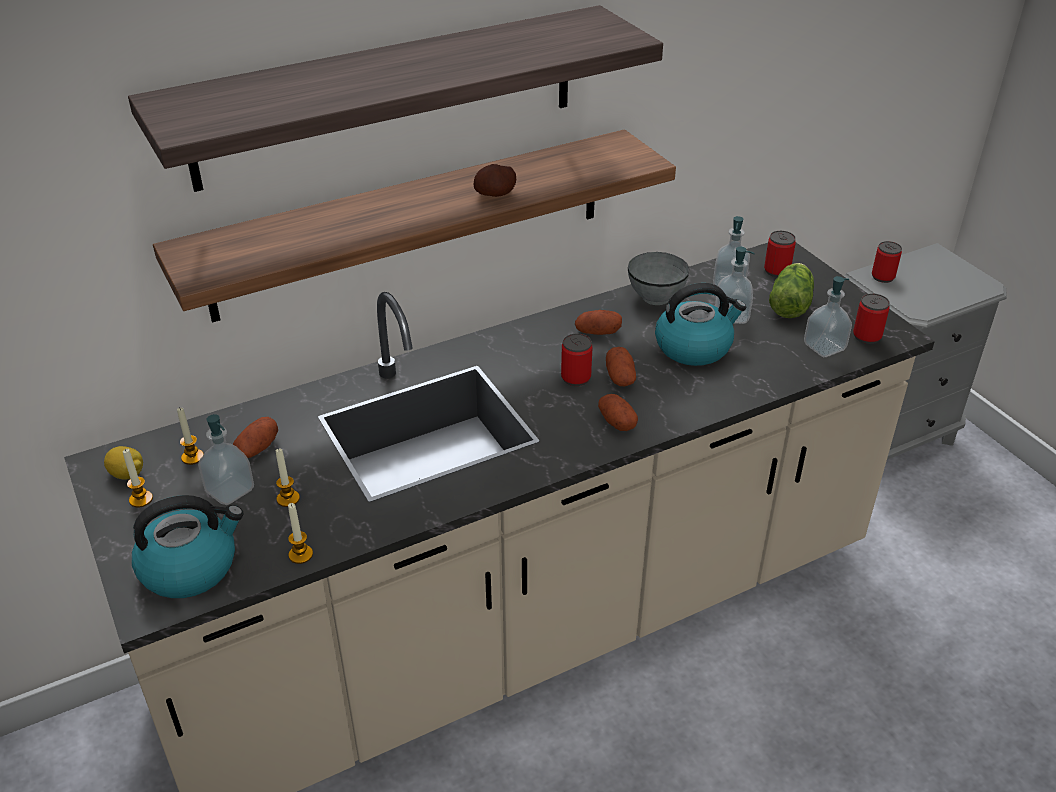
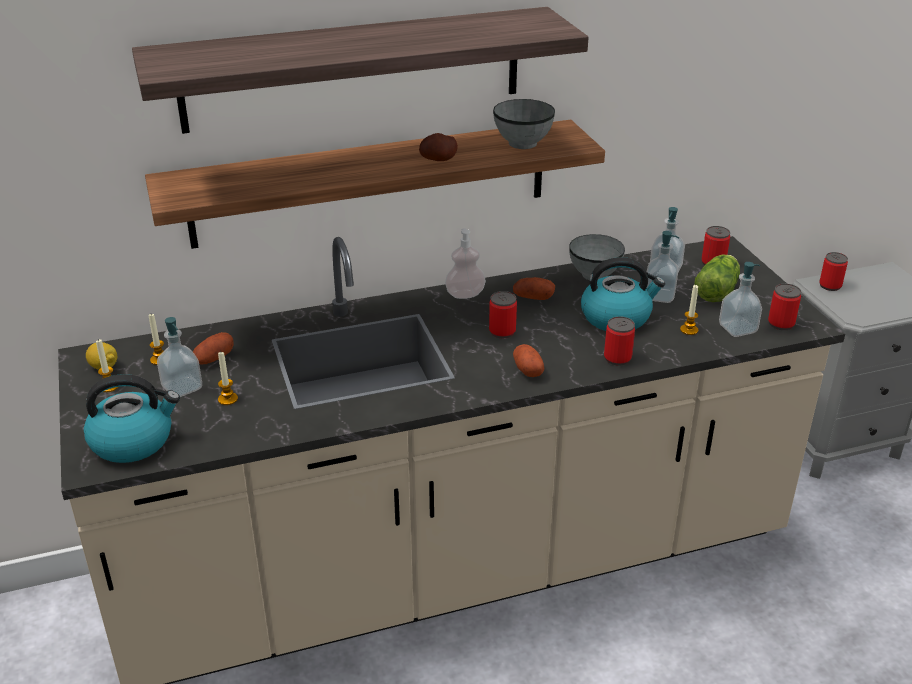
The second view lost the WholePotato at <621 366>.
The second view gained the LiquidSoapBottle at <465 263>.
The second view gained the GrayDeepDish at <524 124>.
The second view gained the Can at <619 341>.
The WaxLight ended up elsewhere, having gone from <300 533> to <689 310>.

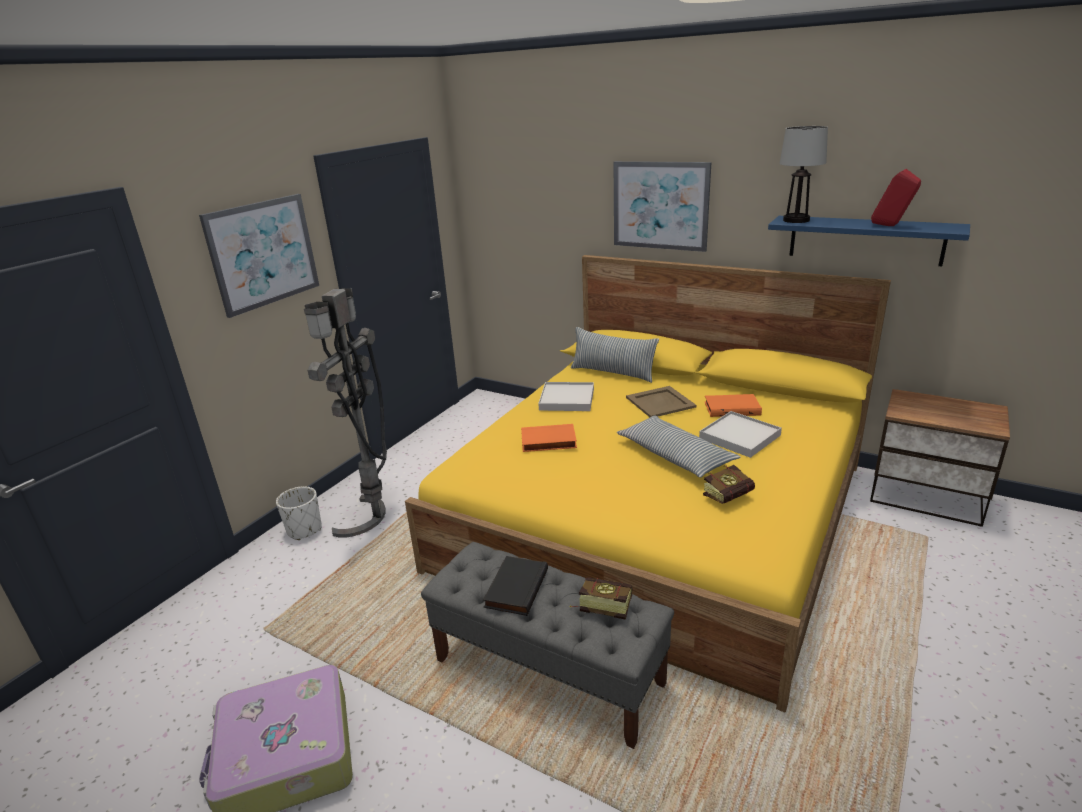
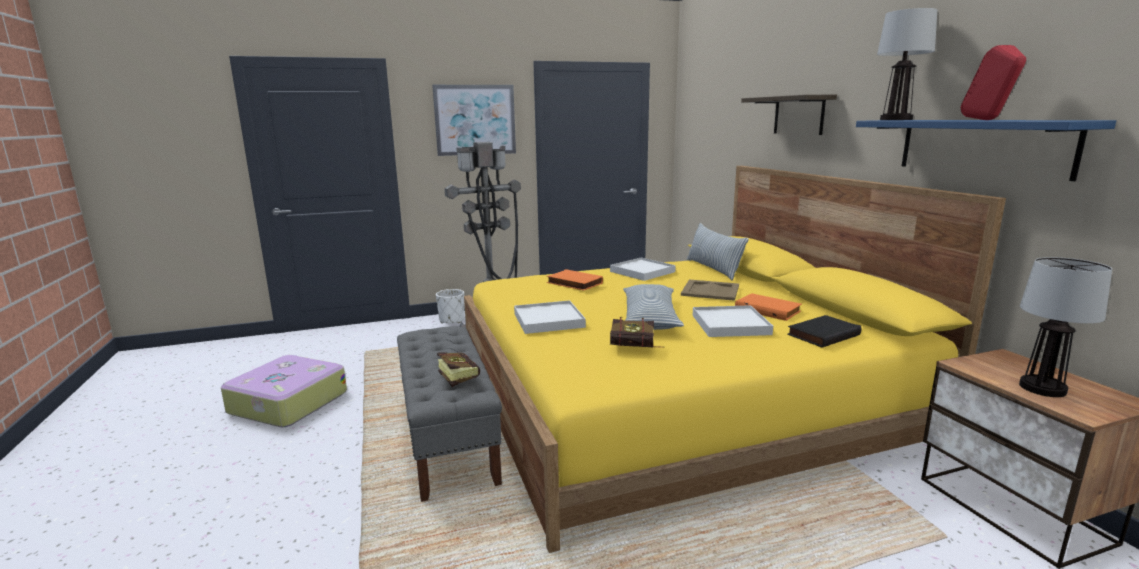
The second view gained the WhiteColouredServingTray at <550 317>.
The second view gained the LampForATable at <1065 327>.
The BlackVolume ended up elsewhere, having gone from <515 586> to <824 331>.
Where the Picture hung at <662 206>, the WallShelf came to hang at <789 115>.

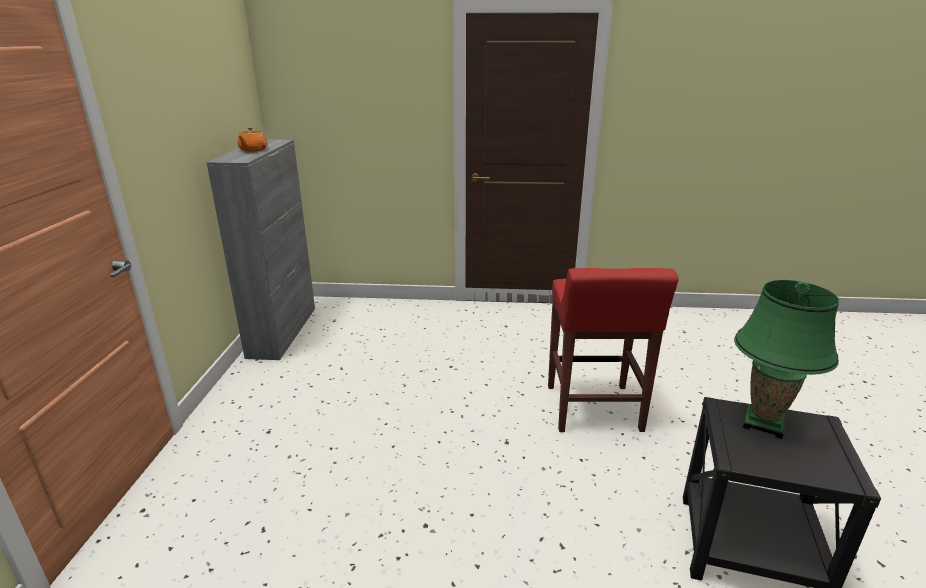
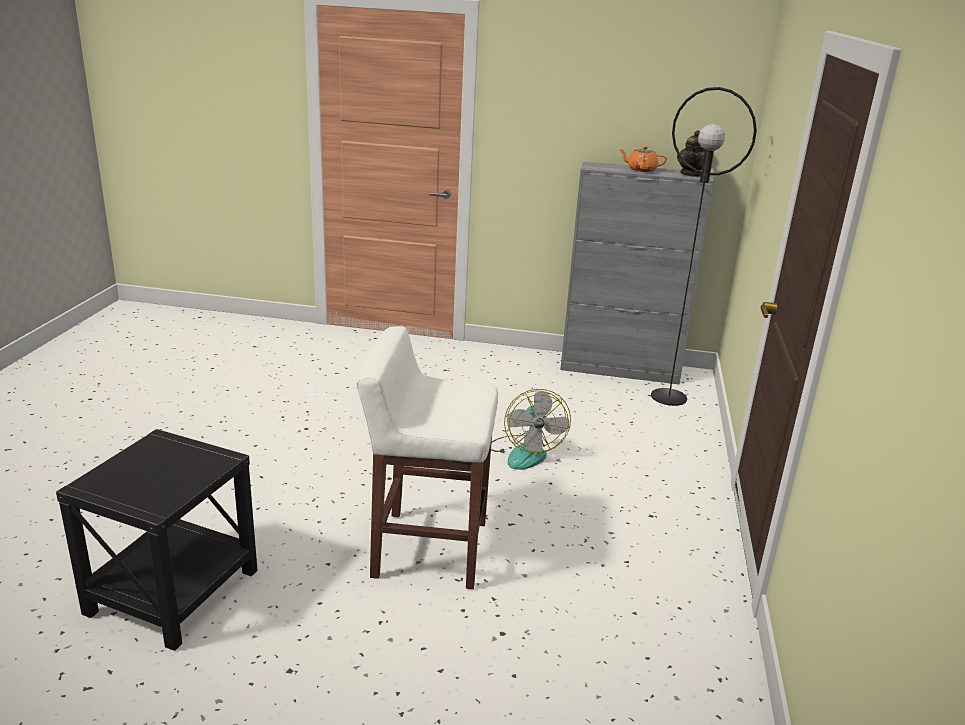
The second view lost the GreenLampForATable at <786 359>.
The second view gained the Fan at <531 429>.
The second view gained the BlackStandingLamp at <704 246>.
The second view gained the TeaPot at <691 153>.
What was the ReddishStool at <613 350> turned into the WhiteColouredStool at <427 457>.

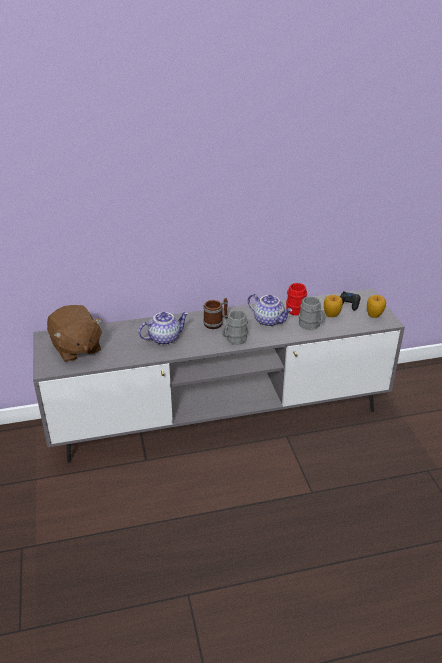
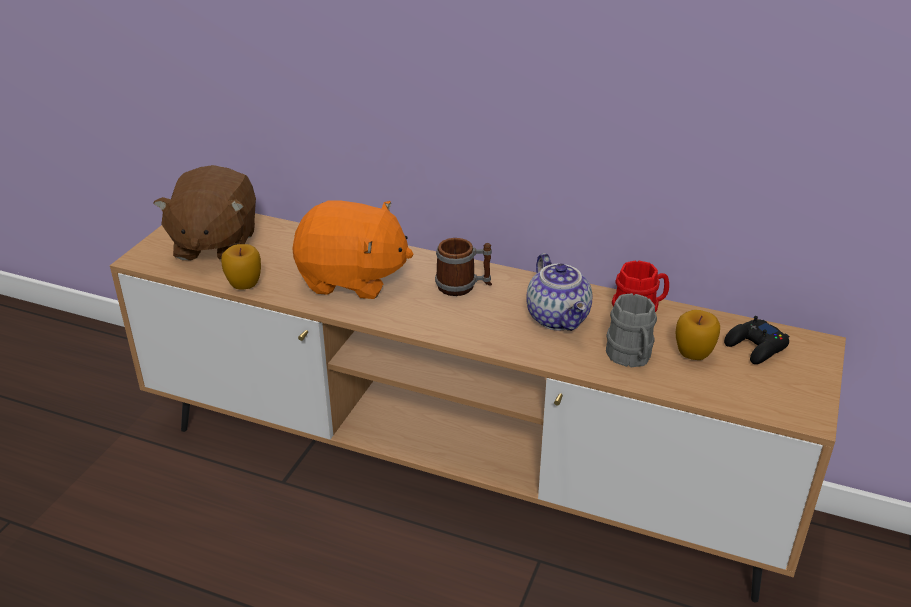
The second view lost the GrayCoffeeMug at <235 327>.
The Apple ended up elsewhere, having gone from <376 306> to <241 266>.
Where the TeaPot stood at <163 328>, the OrangeCuddlyToy came to stand at <352 249>.
What was the GrayMediaConsole at <219 376> turned into the BrownishMediaConsole at <478 407>.

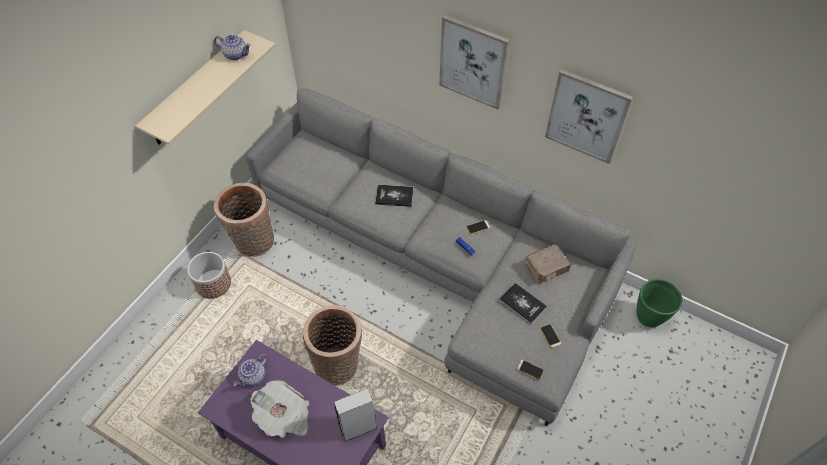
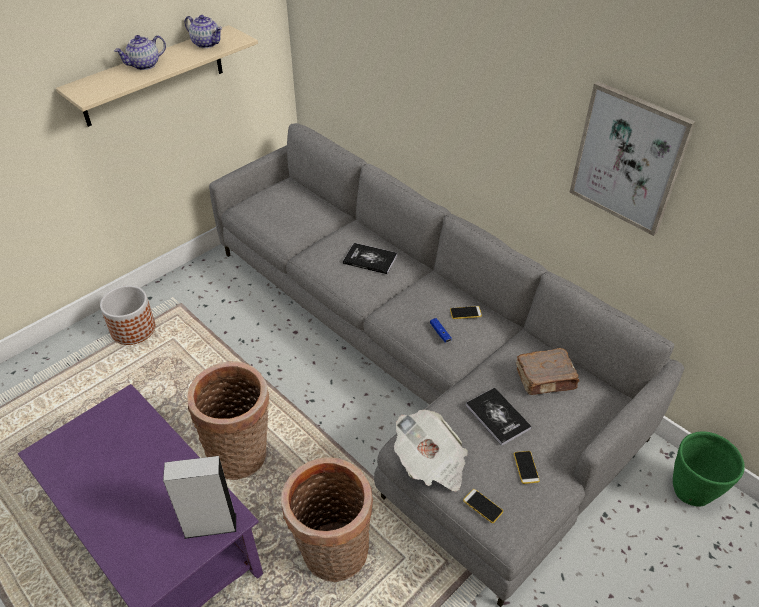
The second view lost the Picture at <474 62>.
The Basket ended up elsewhere, having gone from <244 220> to <327 519>.
The TeaPot ended up elsewhere, having gone from <250 370> to <140 52>.
The DailyPaper ended up elsewhere, having gone from <279 409> to <431 451>.

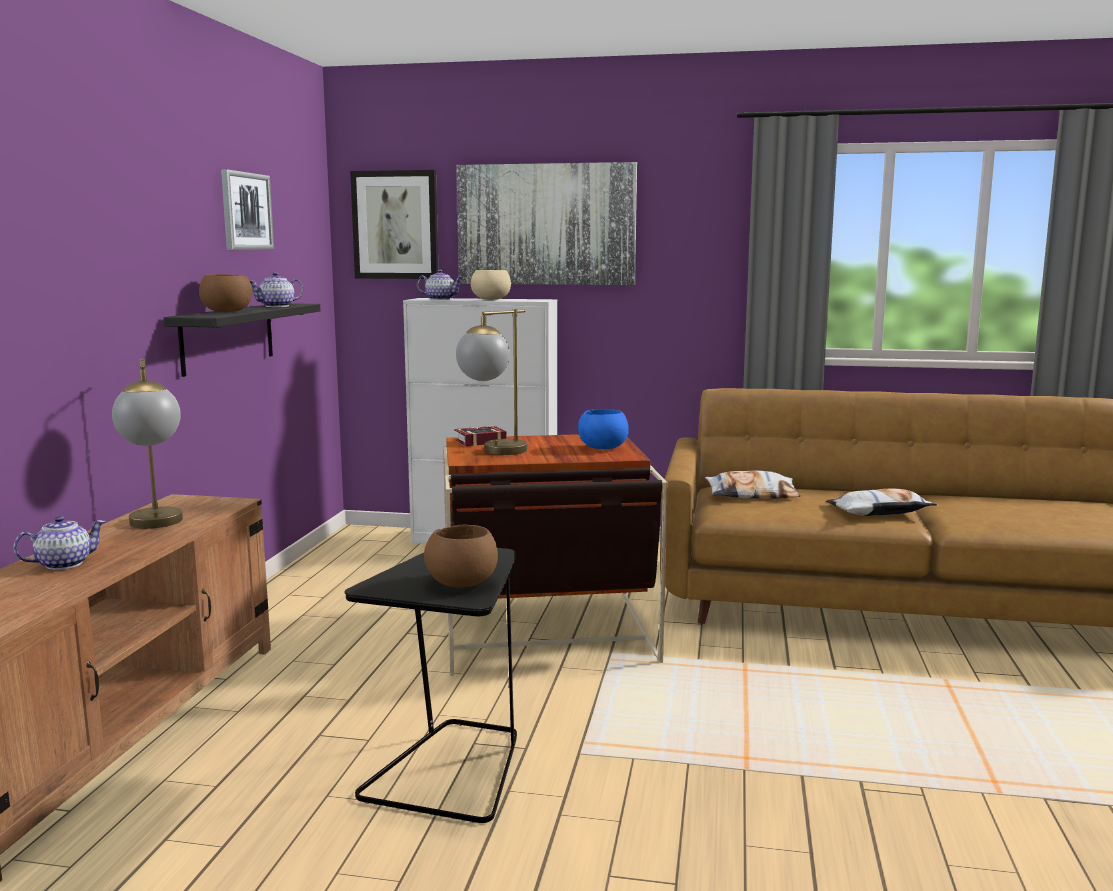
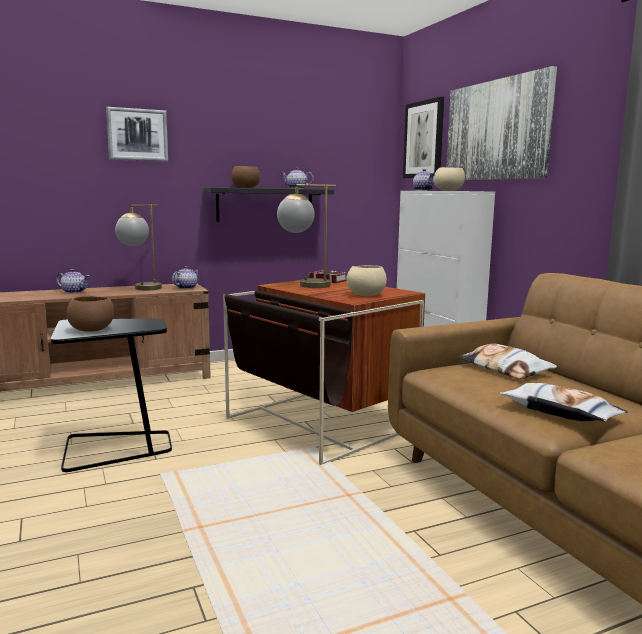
The second view gained the TeaPot at <185 277>.
The Picture ended up elsewhere, having gone from <247 209> to <137 134>.
What was the BlueDeepDish at <603 429> turned into the BeigeColouredDeepDish at <366 280>.

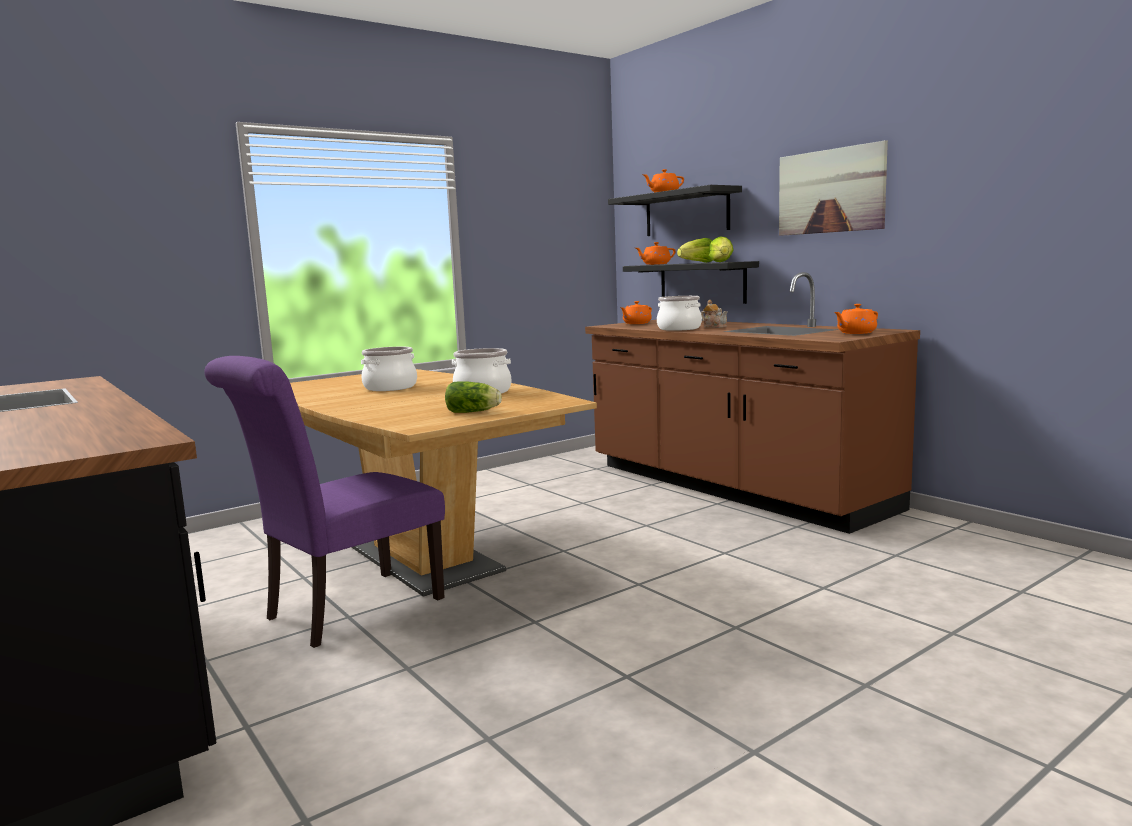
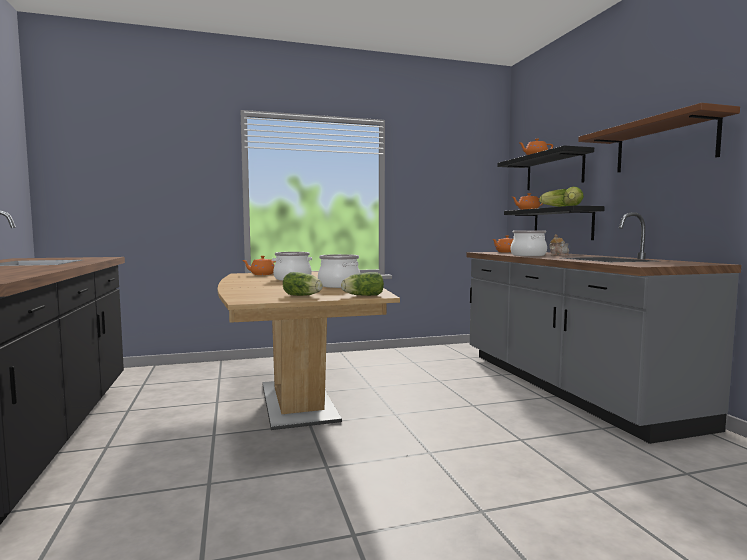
The second view lost the PurpleColouredPlainChair at <324 502>.
The second view gained the HeadOfLettuce at <362 284>.
The OrangeTeaPot ended up elsewhere, having gone from <856 319> to <259 265>.
Where the Picture hung at <833 188>, the BrownishWallShelf came to hang at <659 138>.
What was the BrownishCounter at <752 403> turned into the GrayCounter at <604 328>.

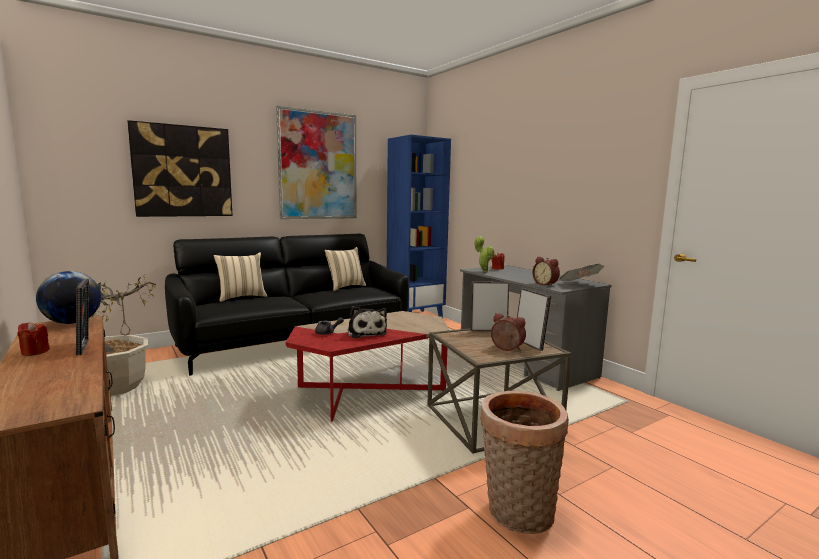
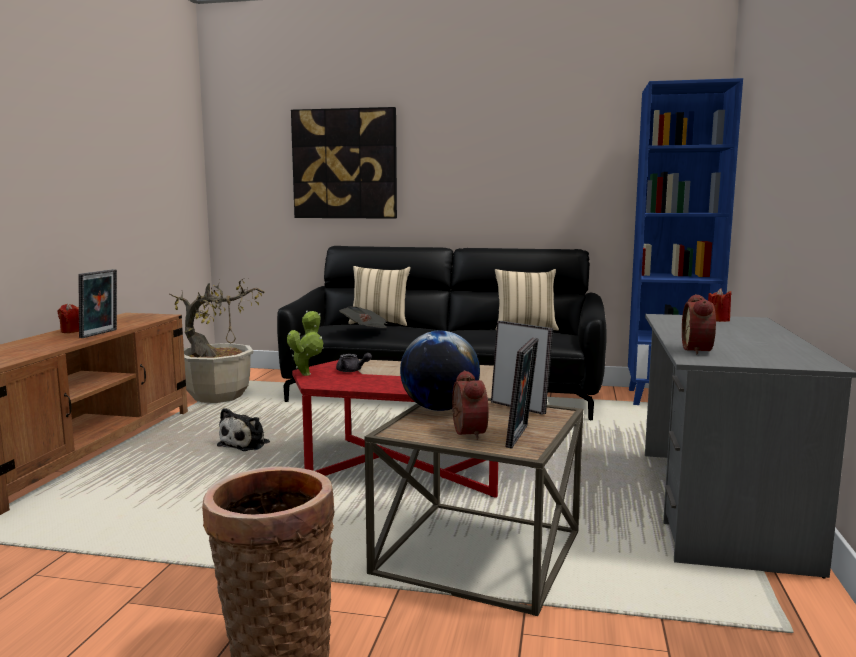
The second view lost the Picture at <316 162>.
The DeskGlobe ended up elsewhere, having gone from <68 297> to <440 370>.
The CuddlyToy ended up elsewhere, having gone from <367 322> to <243 429>.
The PottedPlant ended up elsewhere, having gone from <485 254> to <305 343>.
The DailyPaper ended up elsewhere, having gone from <581 272> to <363 317>.

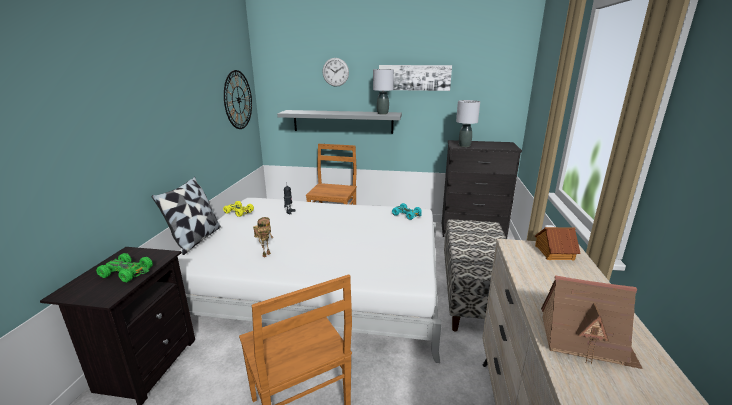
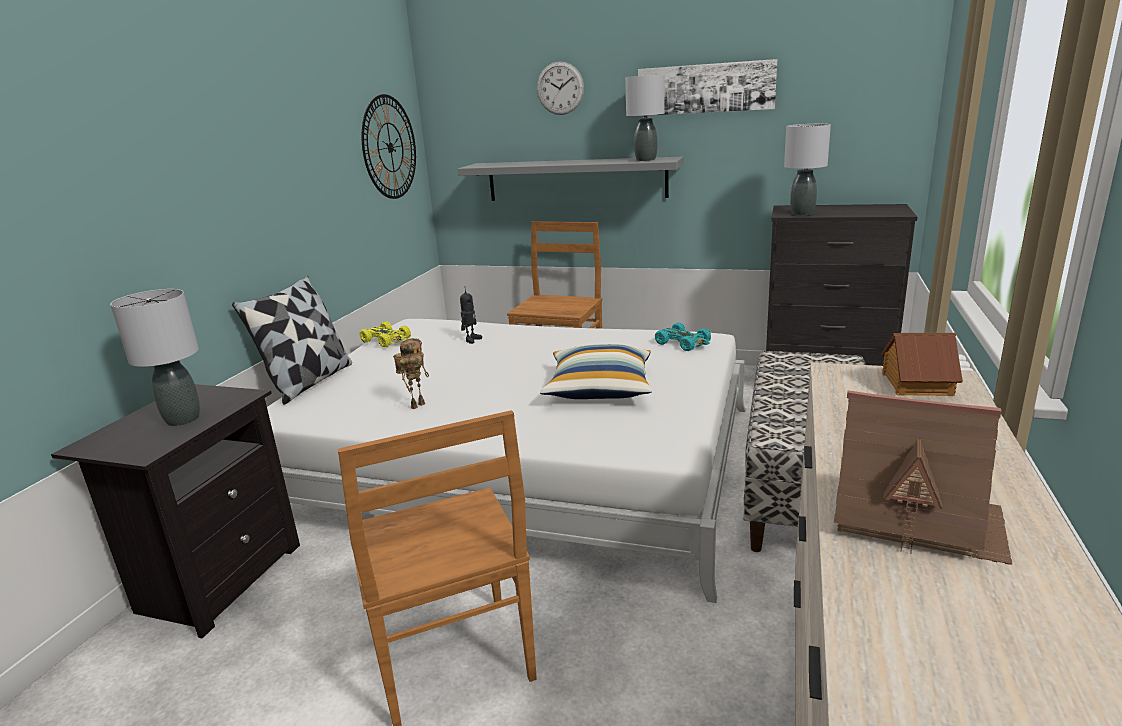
The second view gained the Cushion at <596 371>.
Where the GreenModelCar stood at <124 267>, the GrayLampForATable came to stand at <155 357>.

